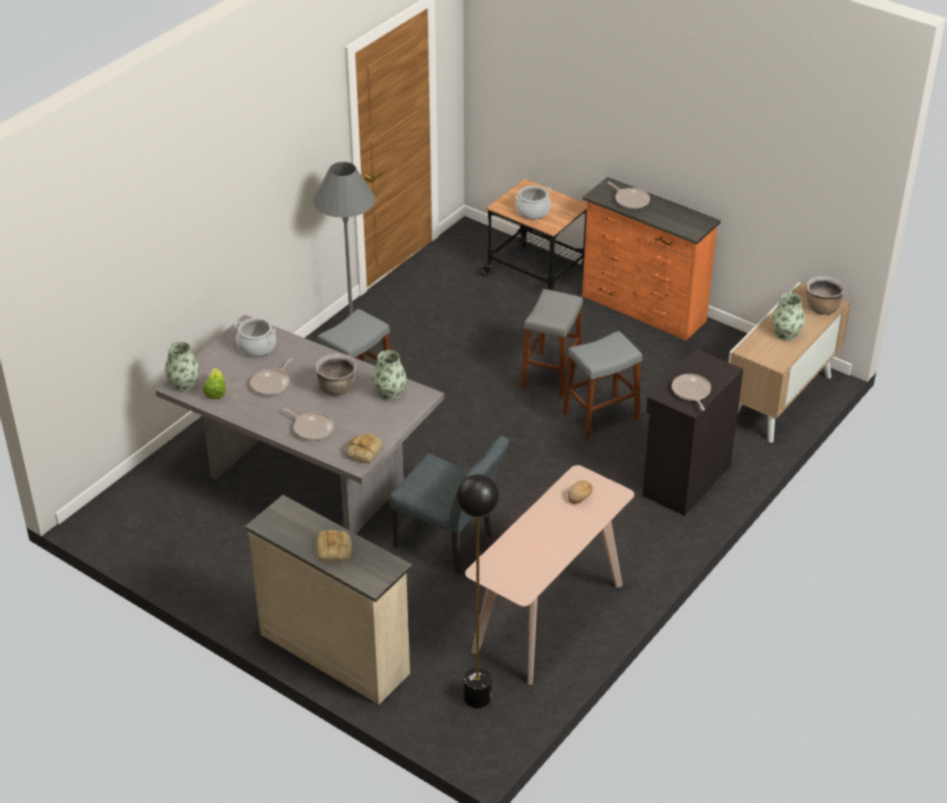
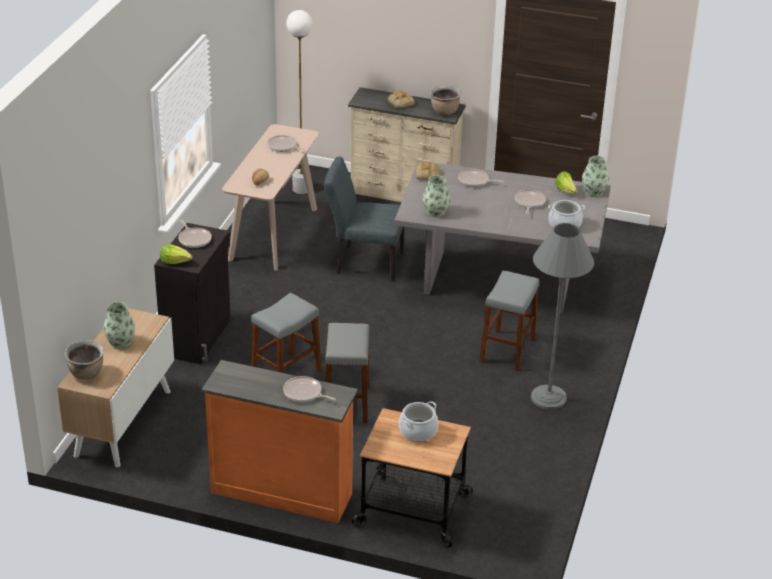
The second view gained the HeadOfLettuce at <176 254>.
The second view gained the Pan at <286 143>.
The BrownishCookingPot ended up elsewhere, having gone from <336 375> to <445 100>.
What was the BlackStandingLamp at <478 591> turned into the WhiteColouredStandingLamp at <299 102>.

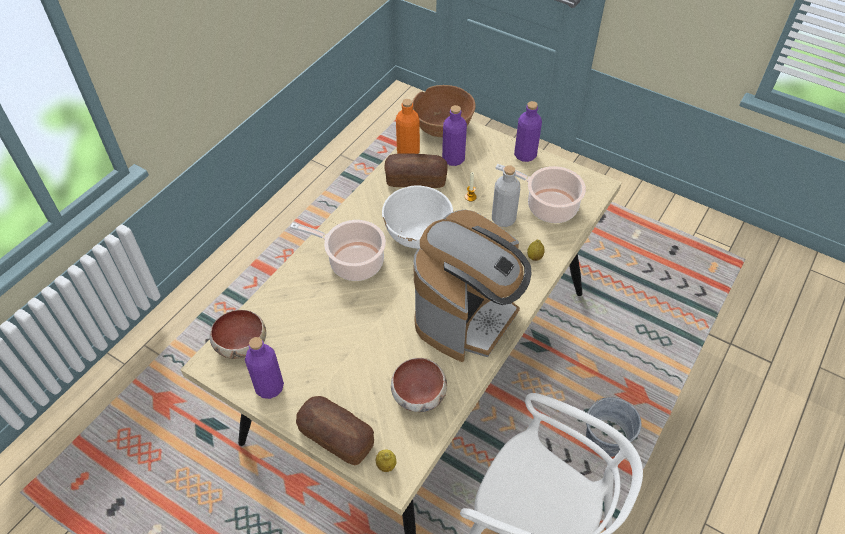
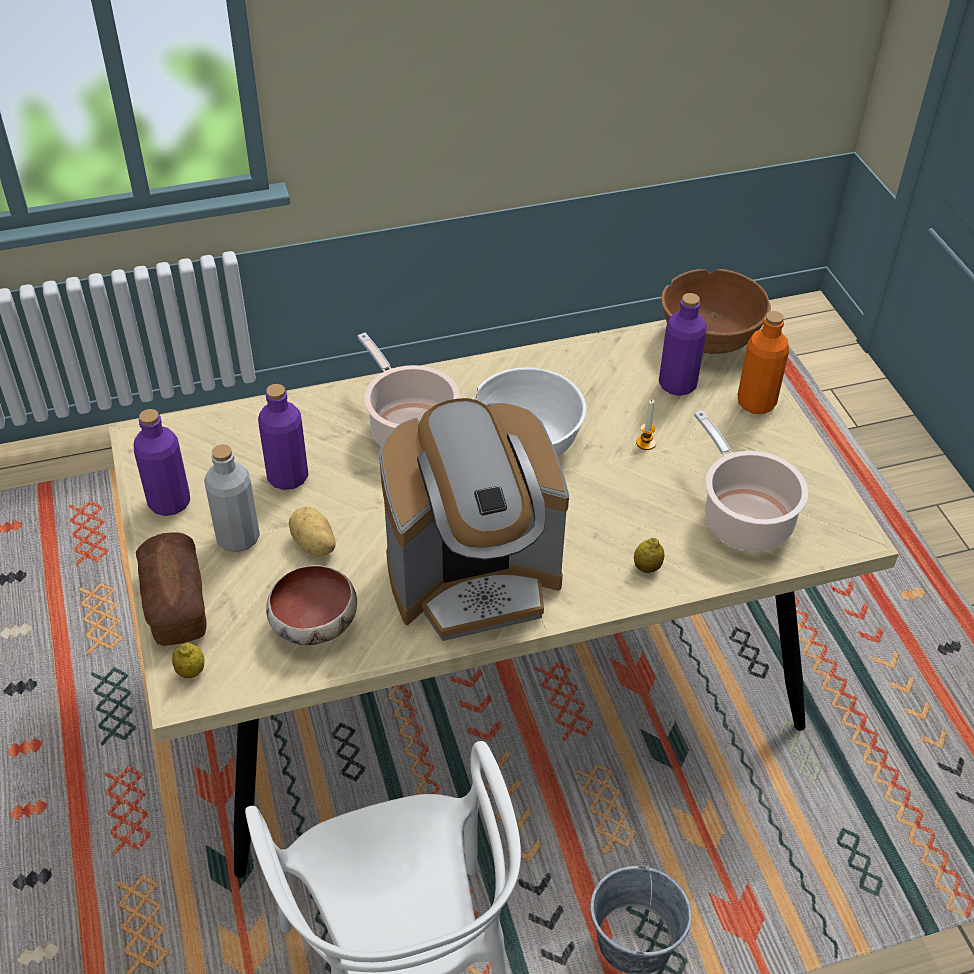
The second view lost the DeepDish at <238 334>.
The second view lost the Bread at <416 170>.
The second view gained the WholePotato at <312 532>.
The OrangeBottle ended up elsewhere, having gone from <408 126> to <763 362>.
The GrayBottle ended up elsewhere, having gone from <506 196> to <232 498>.
The PurpleColouredBottle ended up elsewhere, having gone from <528 131> to <283 437>.

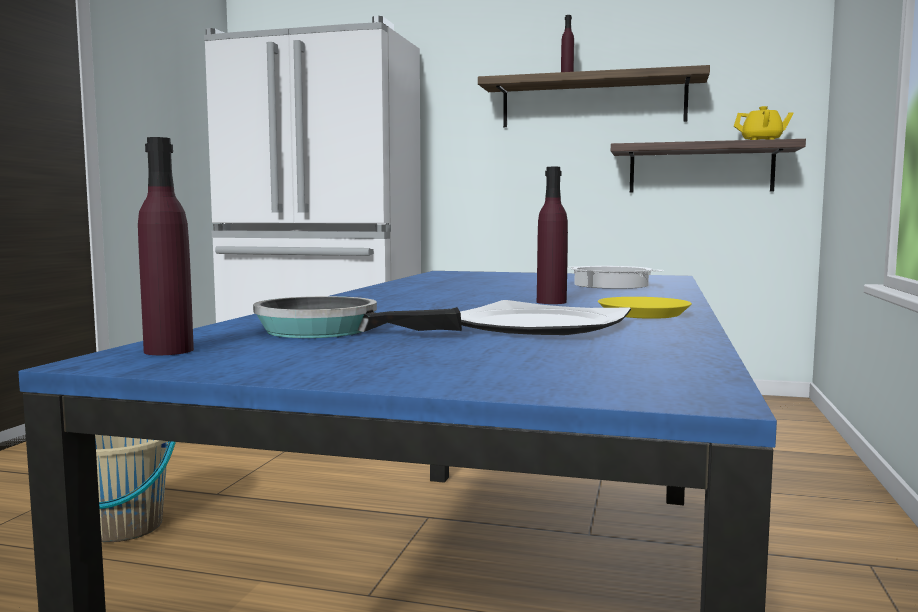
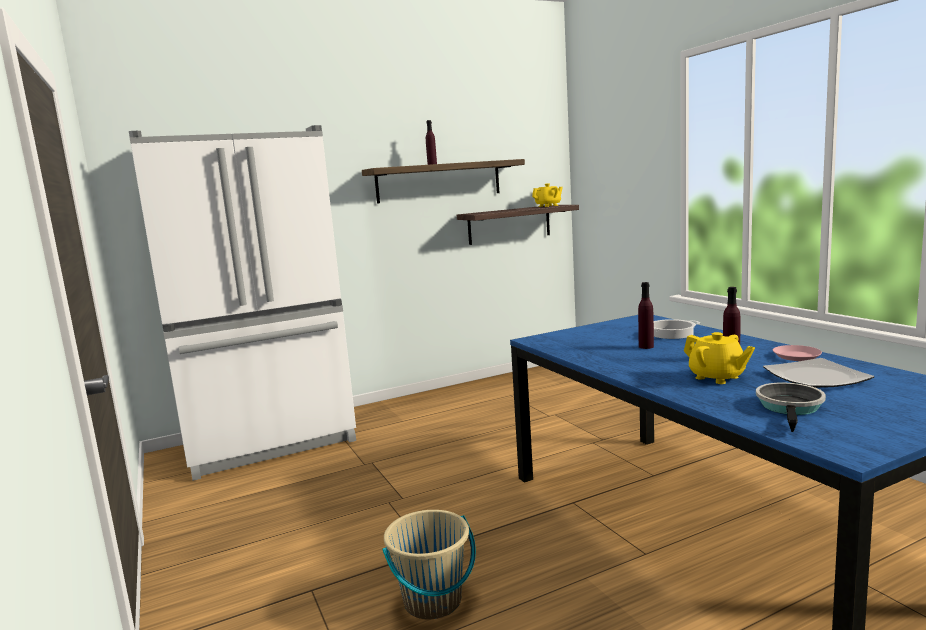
The second view gained the YellowColouredTeaPot at <719 358>.
The PurpleColouredBottle ended up elsewhere, having gone from <166 246> to <646 315>.
What was the YellowColouredFlatDish at <645 308> turned into the PinkFlatDish at <797 353>.
The Pan at <357 317> ended up facing another way, 135 degrees clockwise from before.

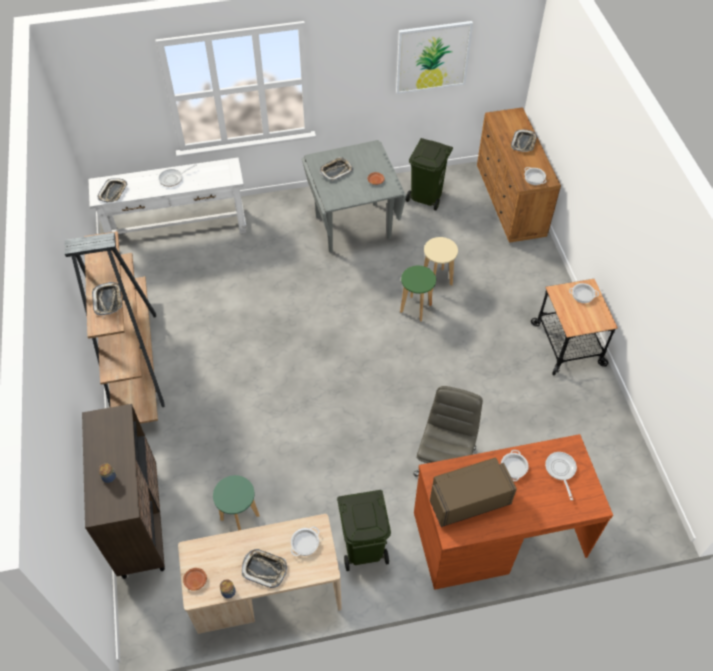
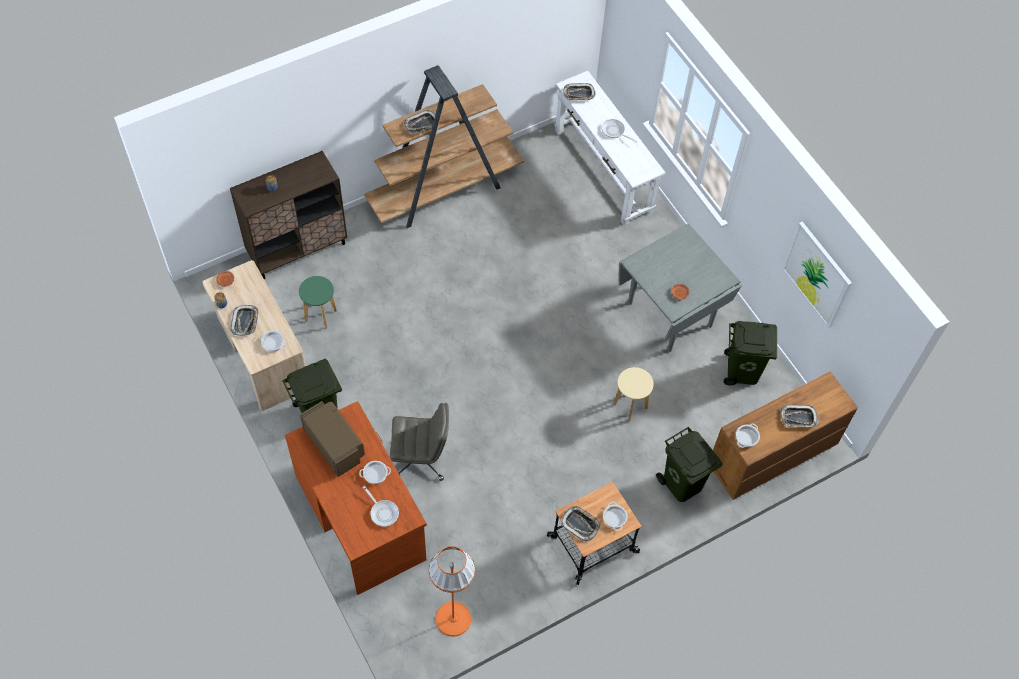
The second view lost the GreenStool at <418 293>.
The second view gained the OrangeStandingLamp at <452 591>.
The second view gained the GreenTrashCan at <689 464>.
The ServingTray ended up elsewhere, having gone from <336 169> to <580 523>.
The Pan at <561 476> ended up facing another way, 75 degrees clockwise from before.

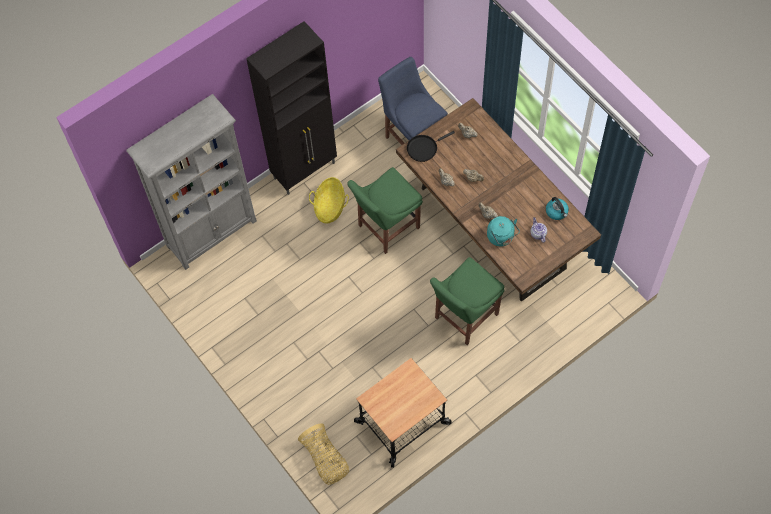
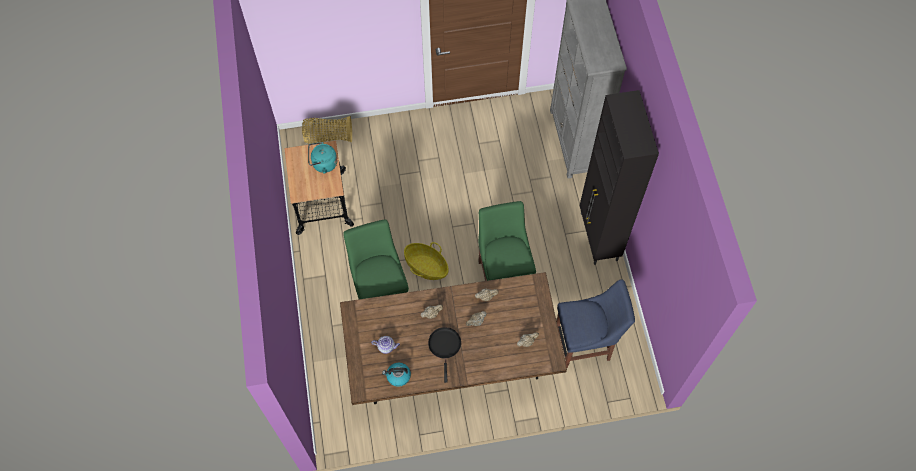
The Basket ended up elsewhere, having gone from <329 200> to <426 261>.
The BlackPan ended up elsewhere, having gone from <431 146> to <444 355>.
The BlueGreenTeaKettle ended up elsewhere, having gone from <503 231> to <322 158>.

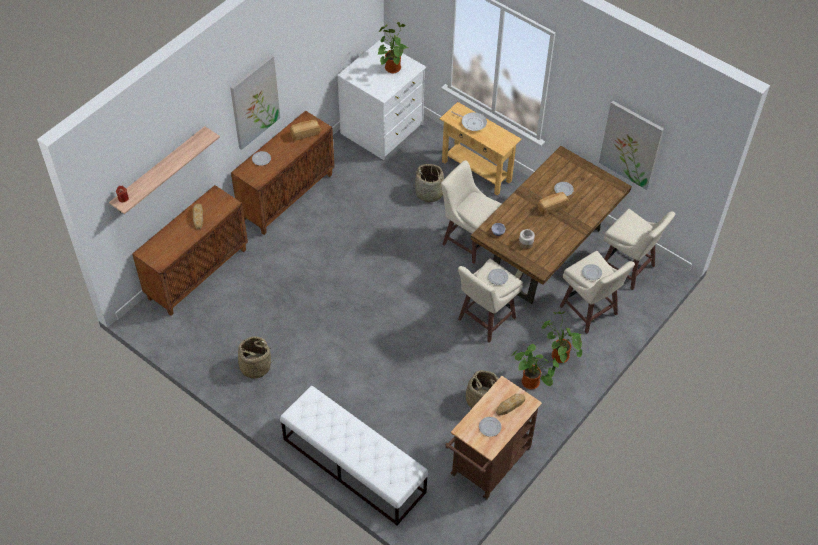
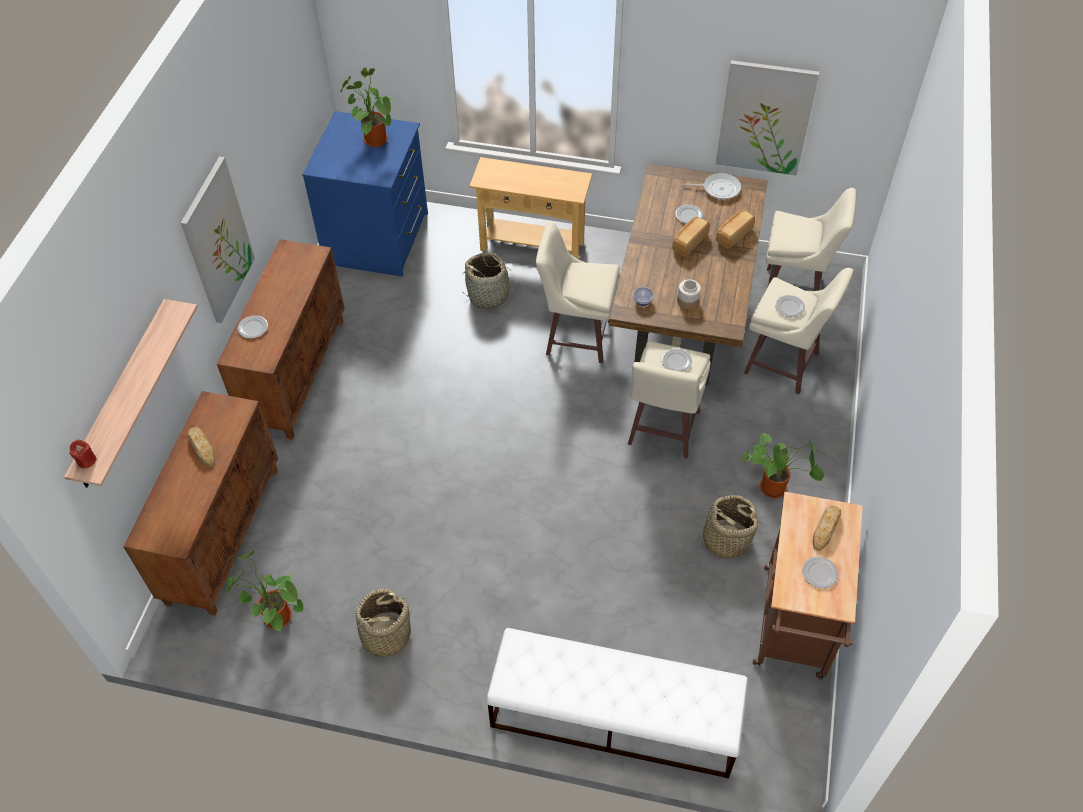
The Bread ended up elsewhere, having gone from <305 130> to <735 229>.
The Pan ended up elsewhere, having gone from <469 121> to <712 186>.
The PottedPlant ended up elsewhere, having gone from <562 337> to <265 591>.
What was the WhiteColouredDresser at <381 100> turned into the BlueDresser at <365 194>.

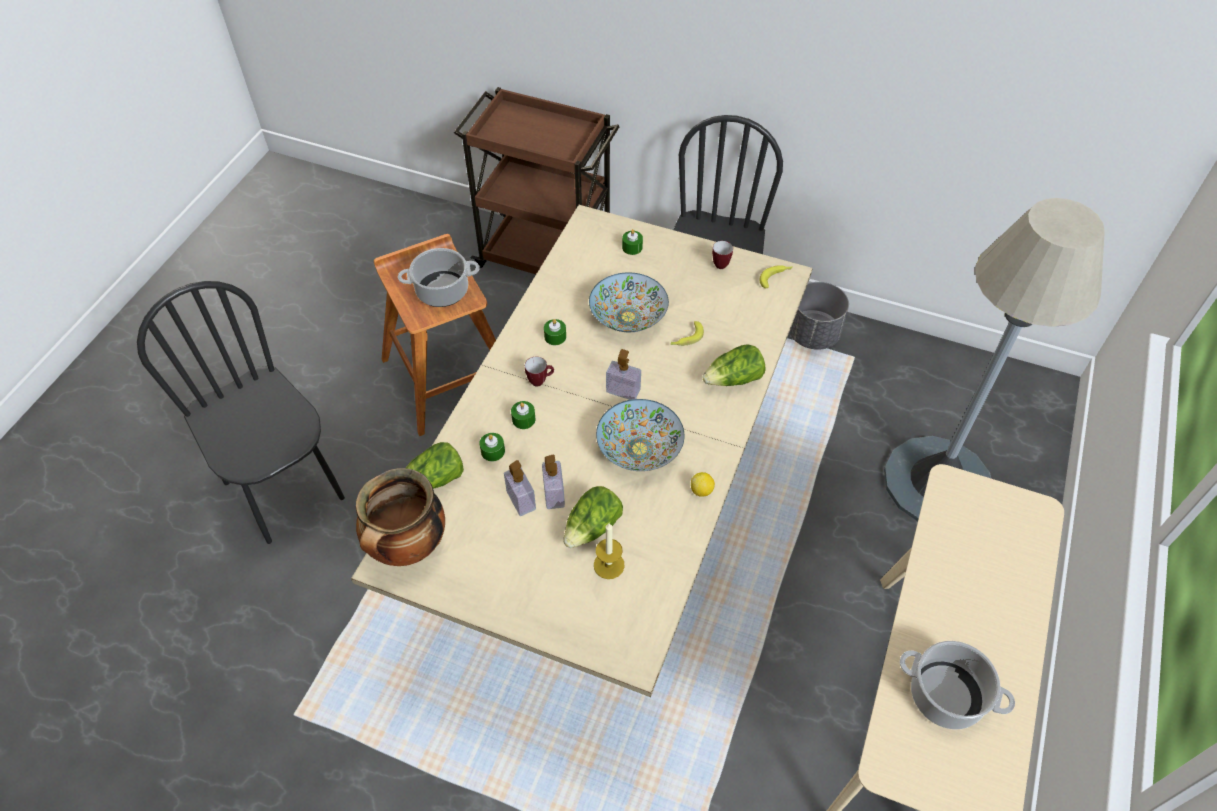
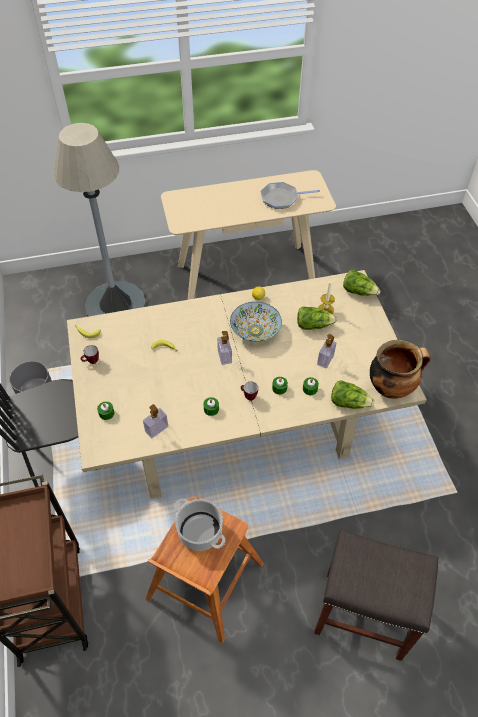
The second view lost the DeepDish at <629 302>.
The LiquidSoapBottle ended up elsewhere, having gone from <553 481> to <155 421>.
The HeadOfLettuce ended up elsewhere, having gone from <734 365> to <361 283>.
Where the BlackPlainChair stood at <241 412>, the GrayStool came to stand at <376 595>.
Where the CookingPot stood at <957 685>, the Pan came to stand at <290 195>.

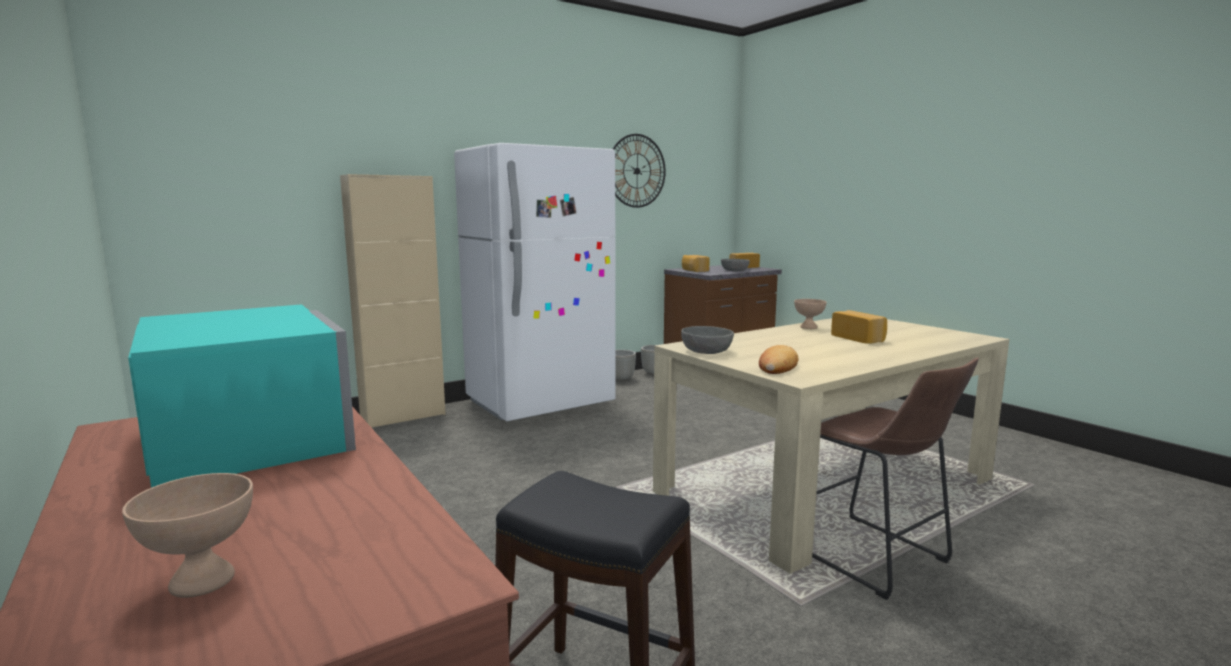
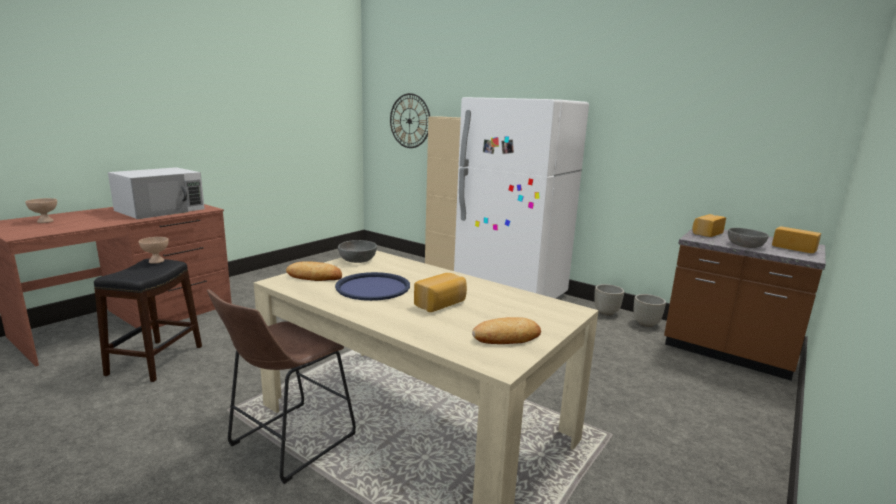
The second view gained the BlueServingTray at <372 286>.
The second view gained the Bread at <506 330>.
The HangingClock ended up elsewhere, having gone from <639 171> to <410 120>.
The BeigeColouredDeepDish ended up elsewhere, having gone from <810 314> to <154 250>.
What was the BlueGreenMicrowaveOven at <242 396> turned into the WhiteColouredMicrowaveOven at <156 193>.

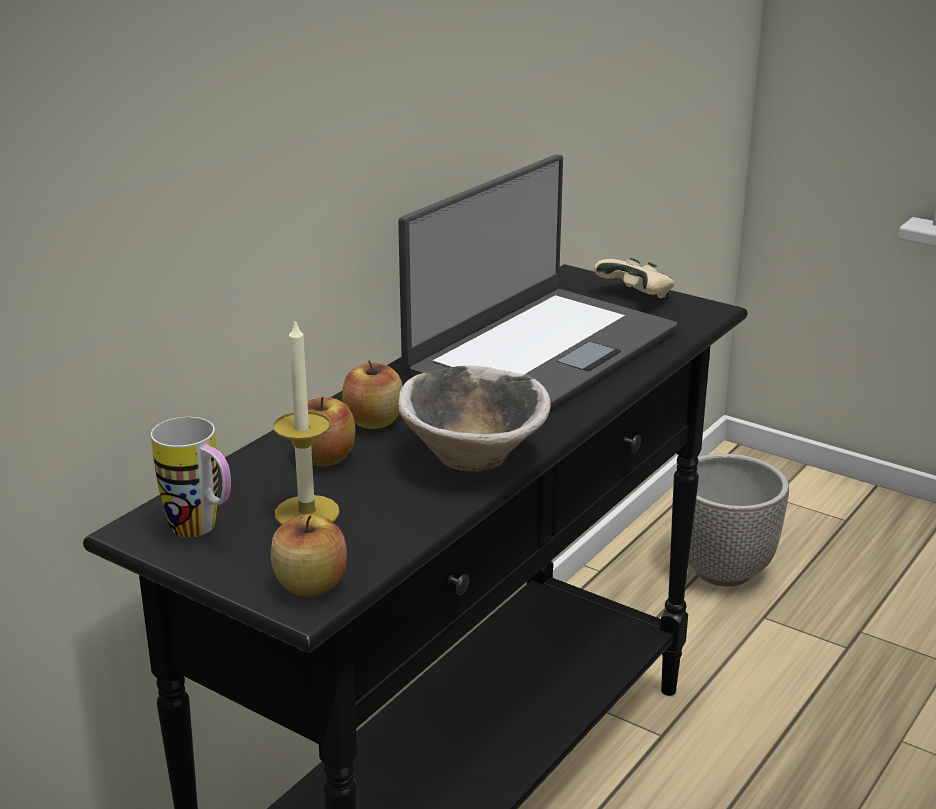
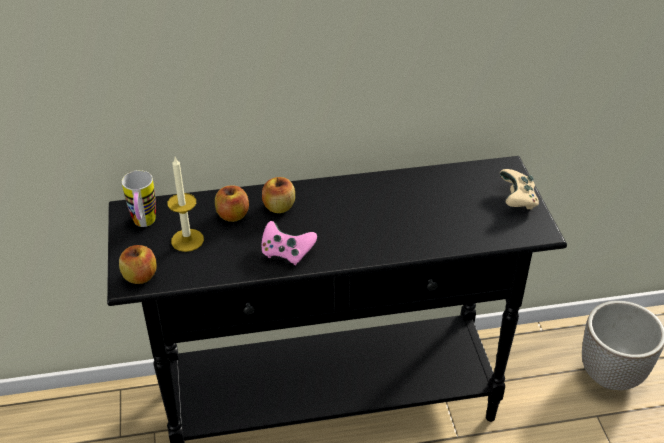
The second view lost the NotebookComputer at <538 282>.
Where the DeepDish stood at <474 419>, the PinkJoypad came to stand at <289 243>.

